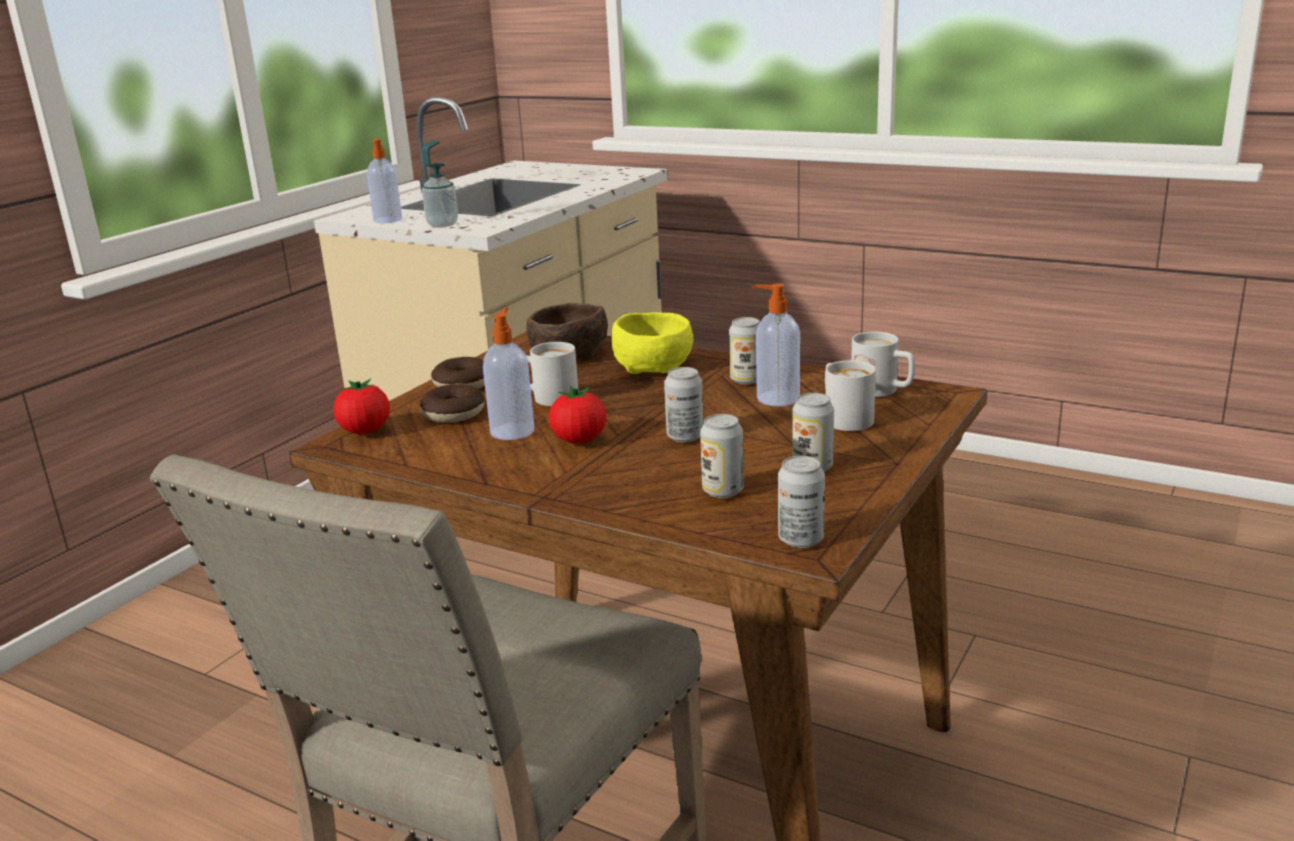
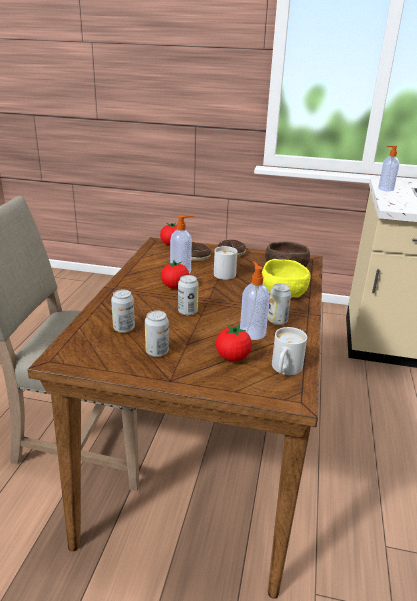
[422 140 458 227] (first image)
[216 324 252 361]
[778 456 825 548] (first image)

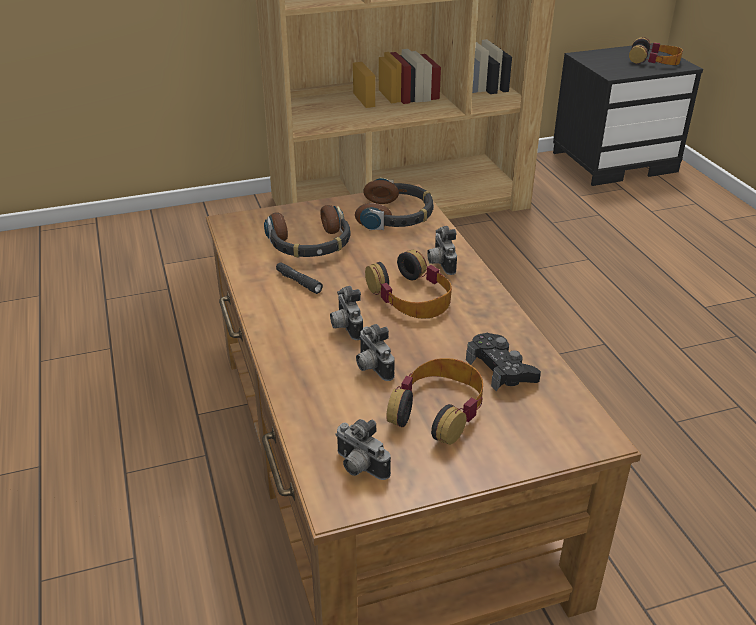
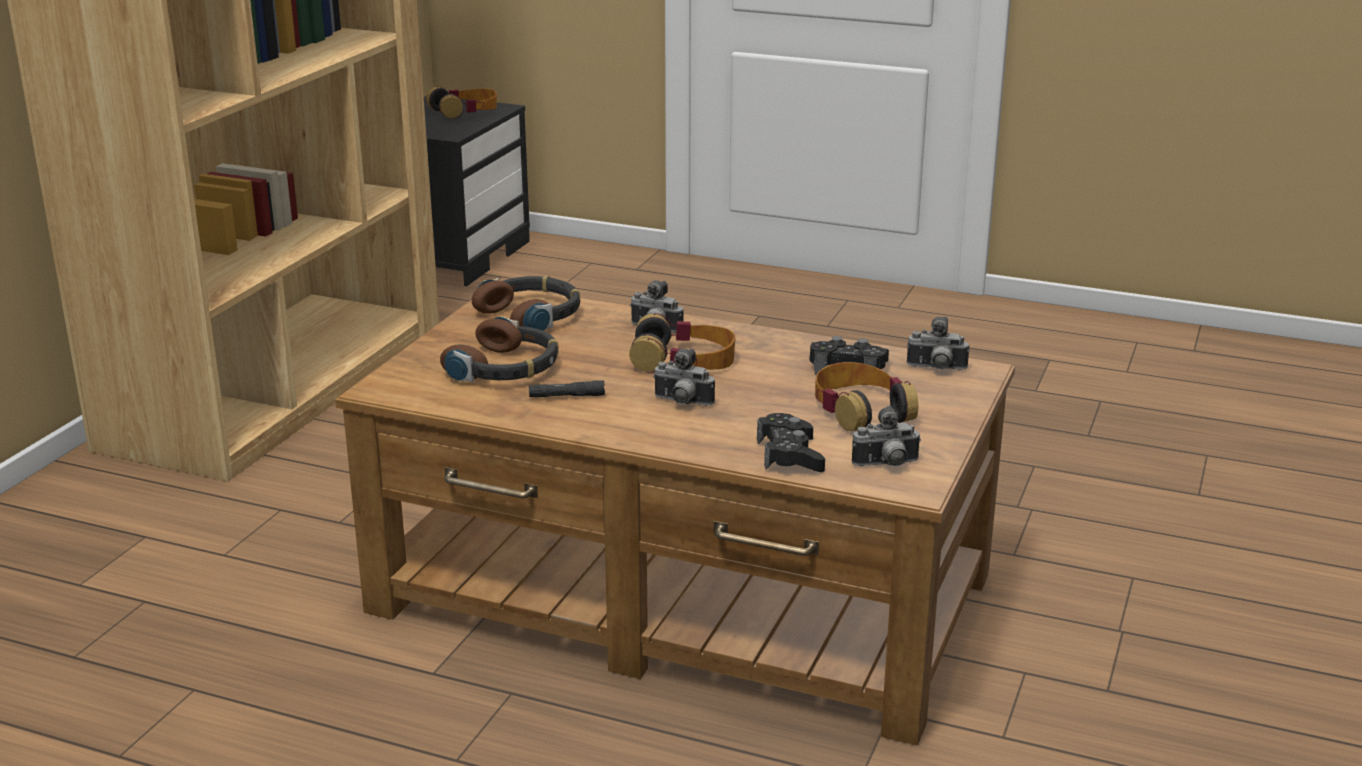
[907 316 969 370]
[757 413 825 472]

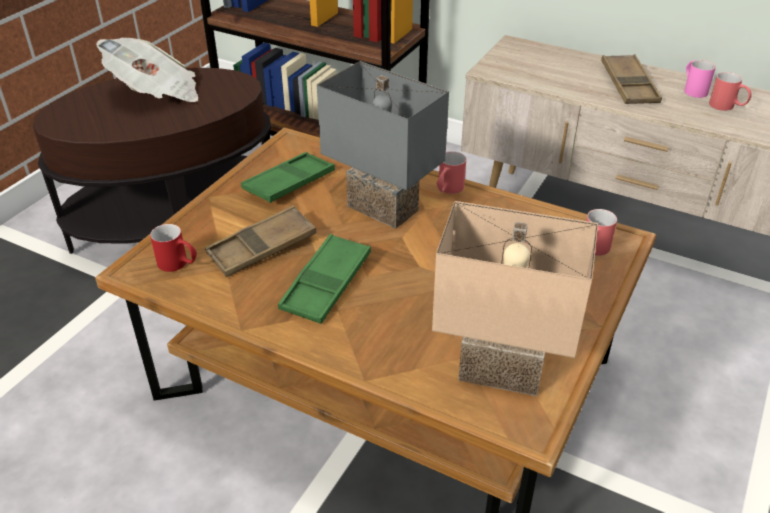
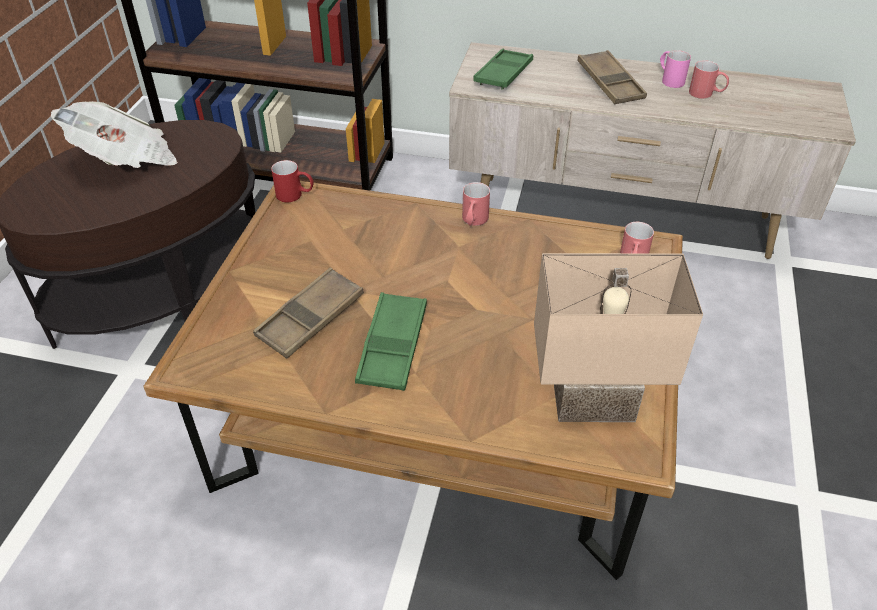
[317 61 449 229] (first image)
[474 49 533 90]
[271 160 314 202]

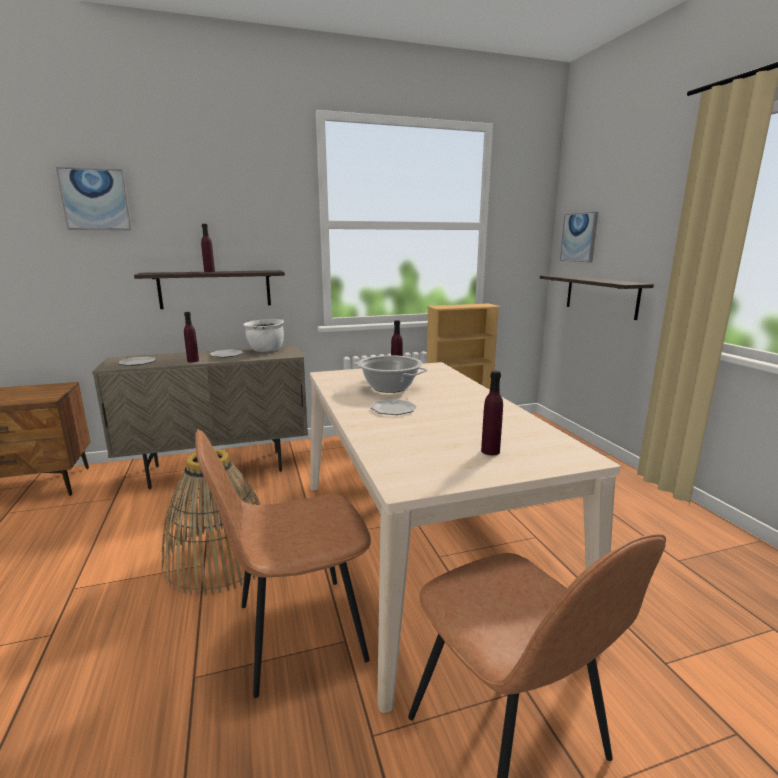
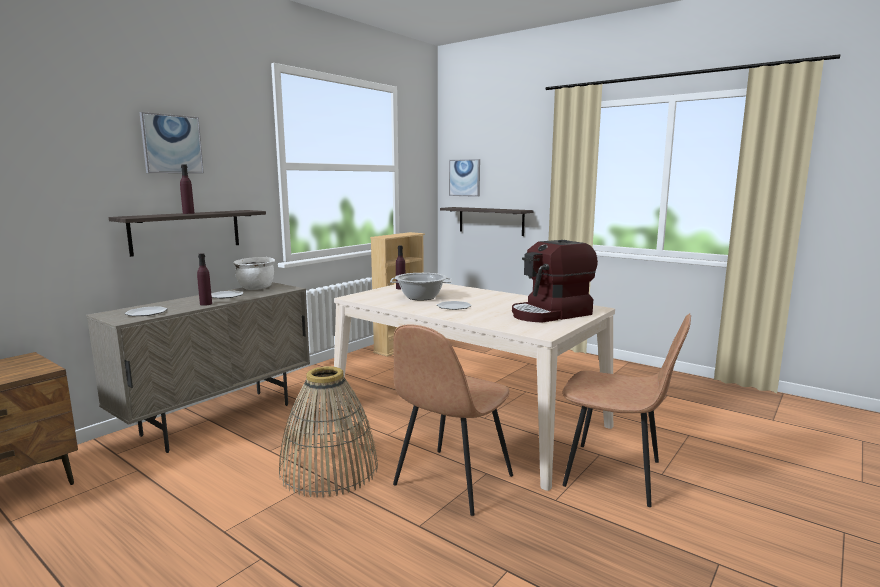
[140 112 204 174]
[512 240 598 323]

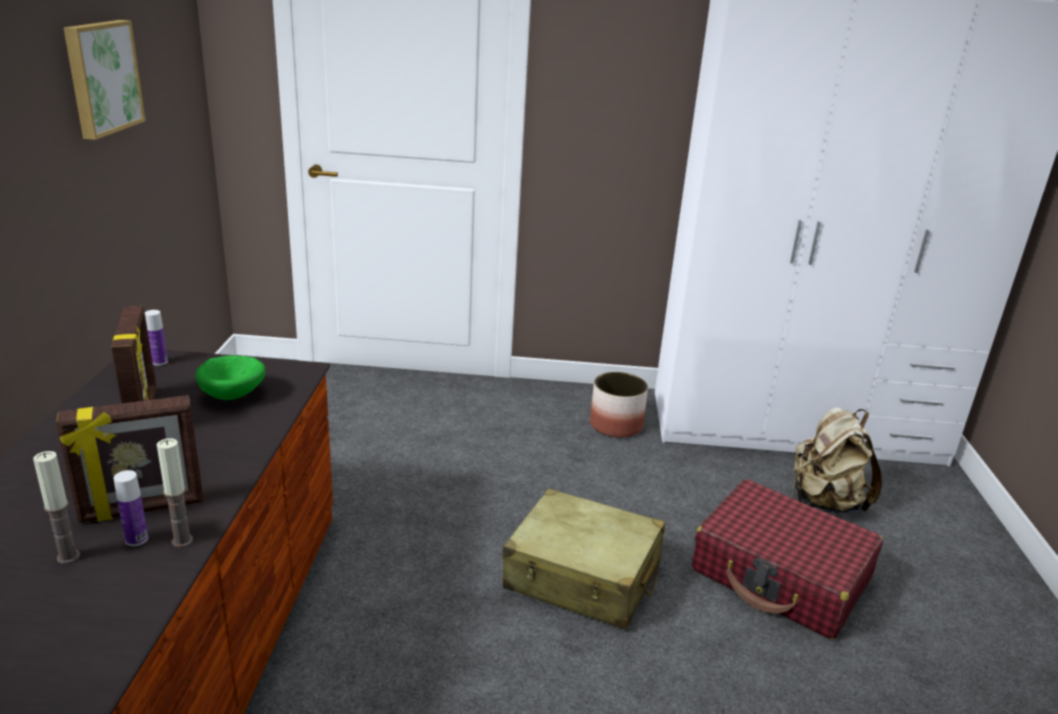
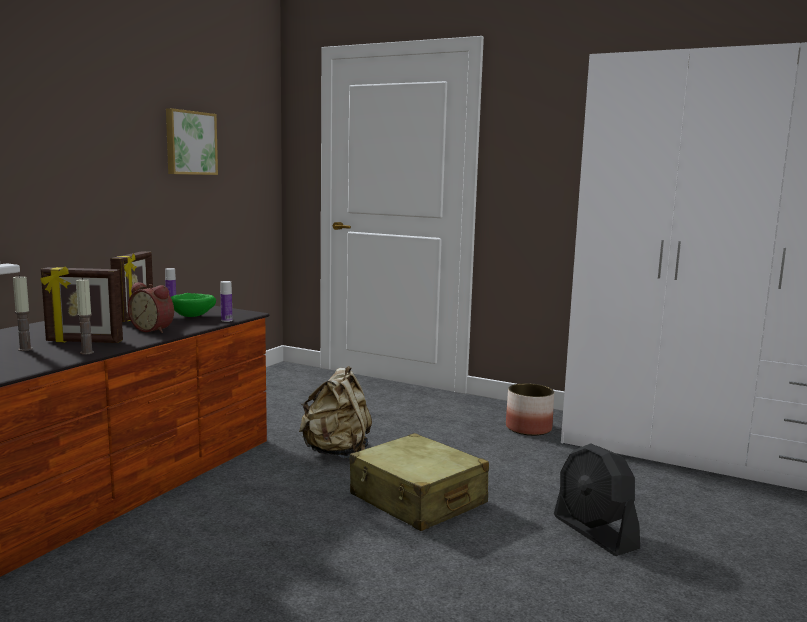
[299 366 372 458]
[221 281 232 322]
[554 443 640 556]
[128 282 174 333]

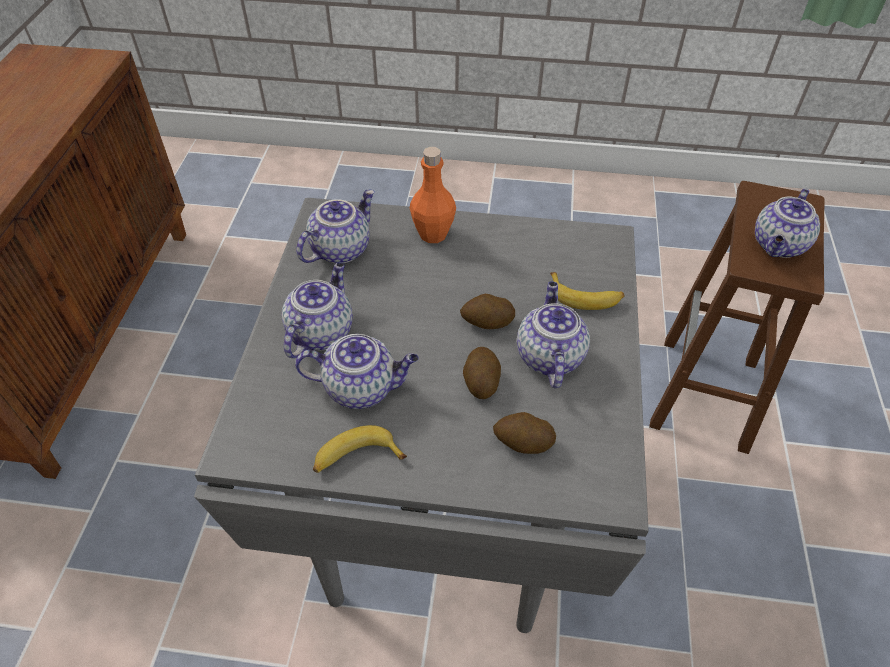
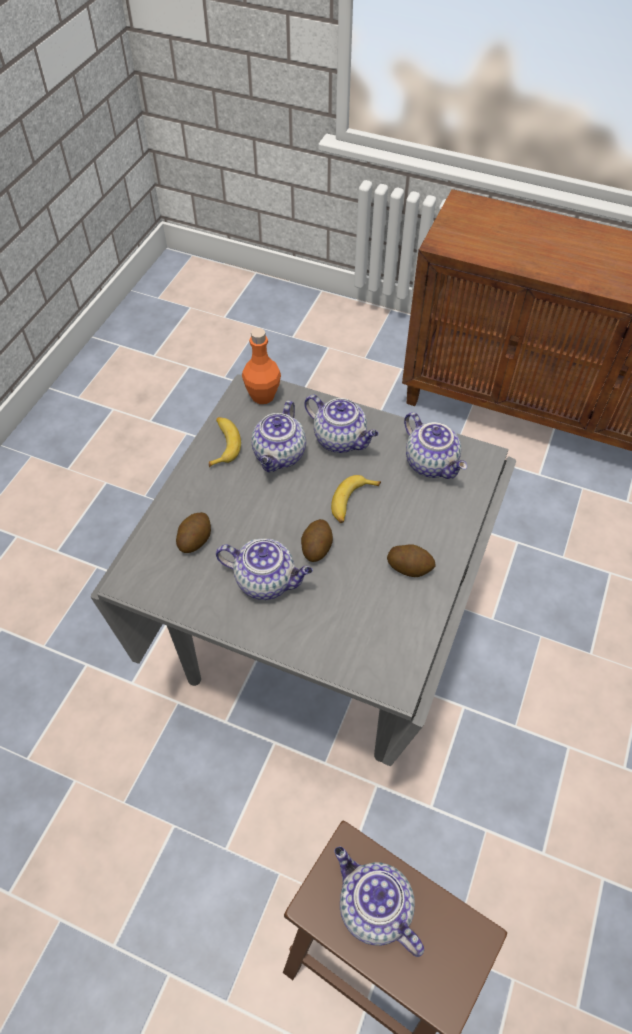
[242 328 281 404]
[331 475 381 523]
[387 544 435 577]

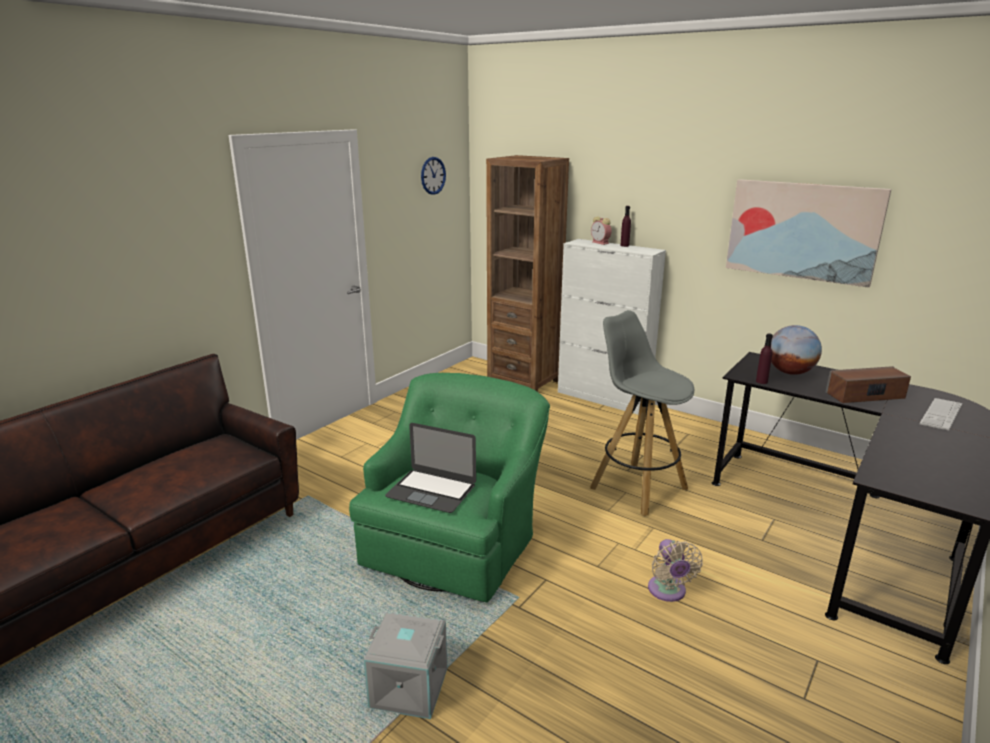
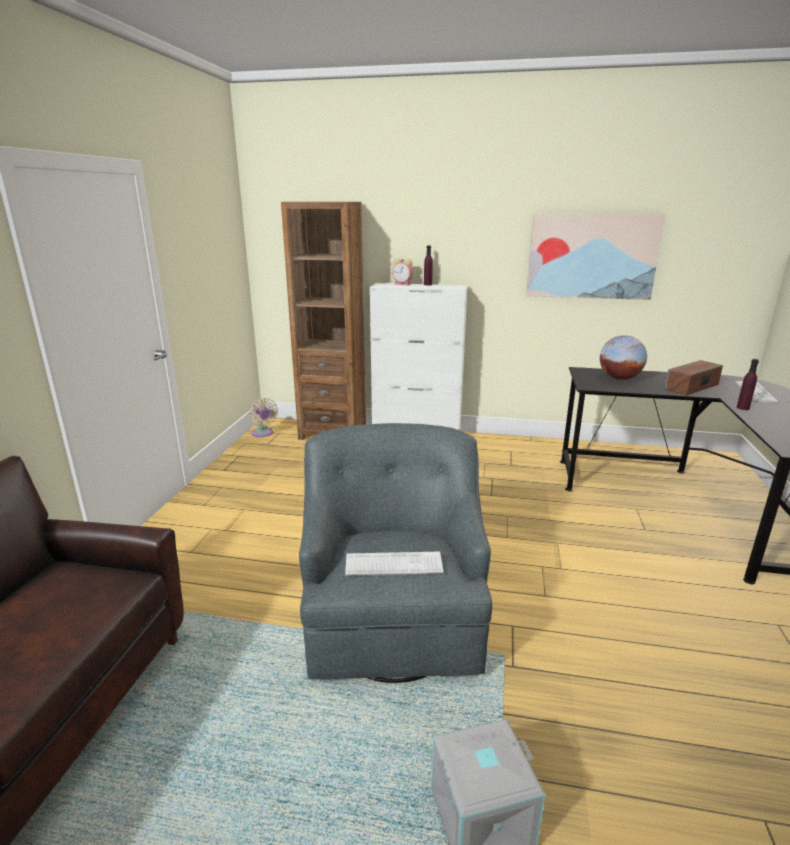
[421 157 446 195] (first image)
[590 310 694 516] (first image)
[737 359 759 410]
[299 423 492 683]
[345 551 444 576]
[249 398 278 437]

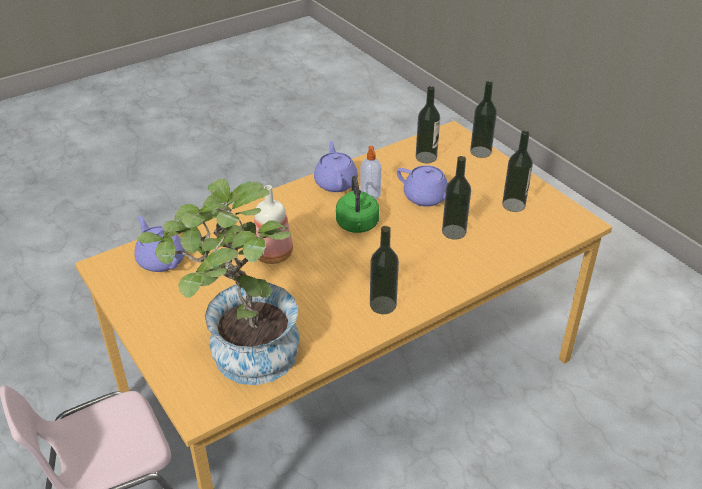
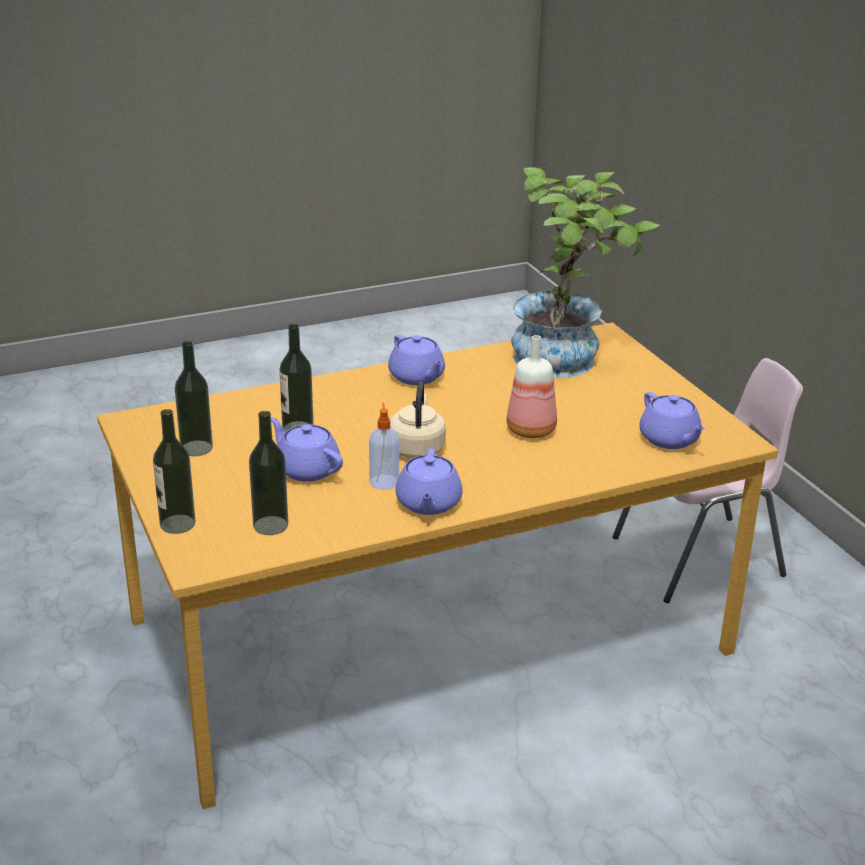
[390 382 446 458]
[388 335 445 385]

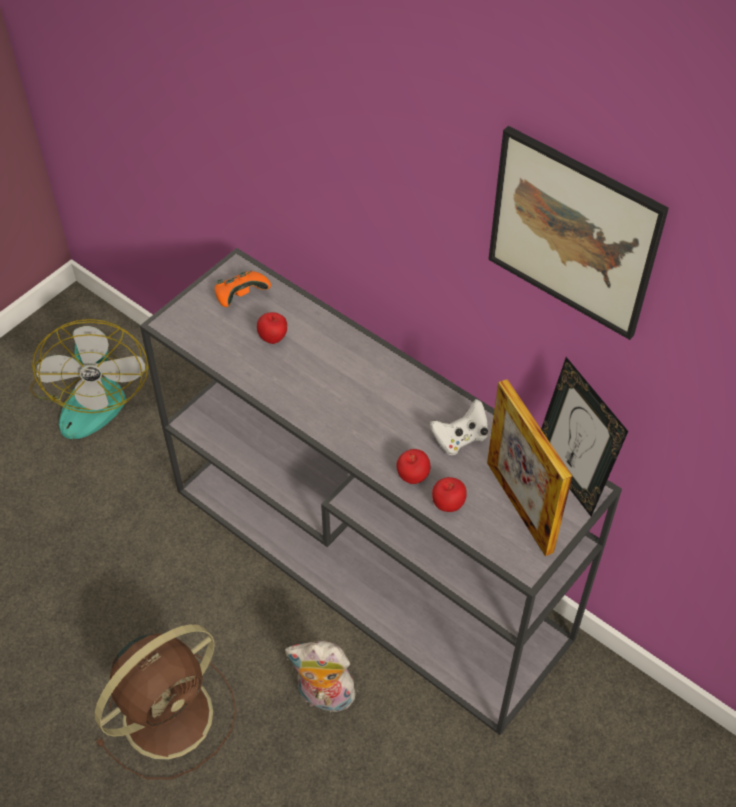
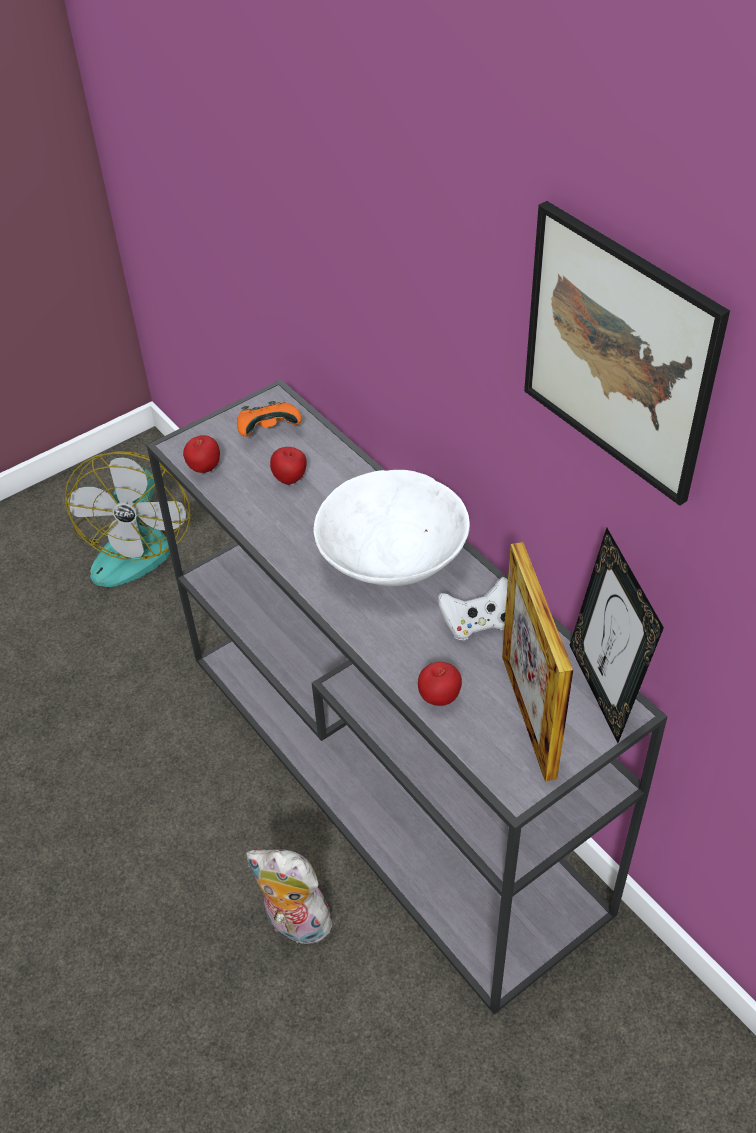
[183 435 220 473]
[95 624 237 779] (first image)
[313 470 470 586]

